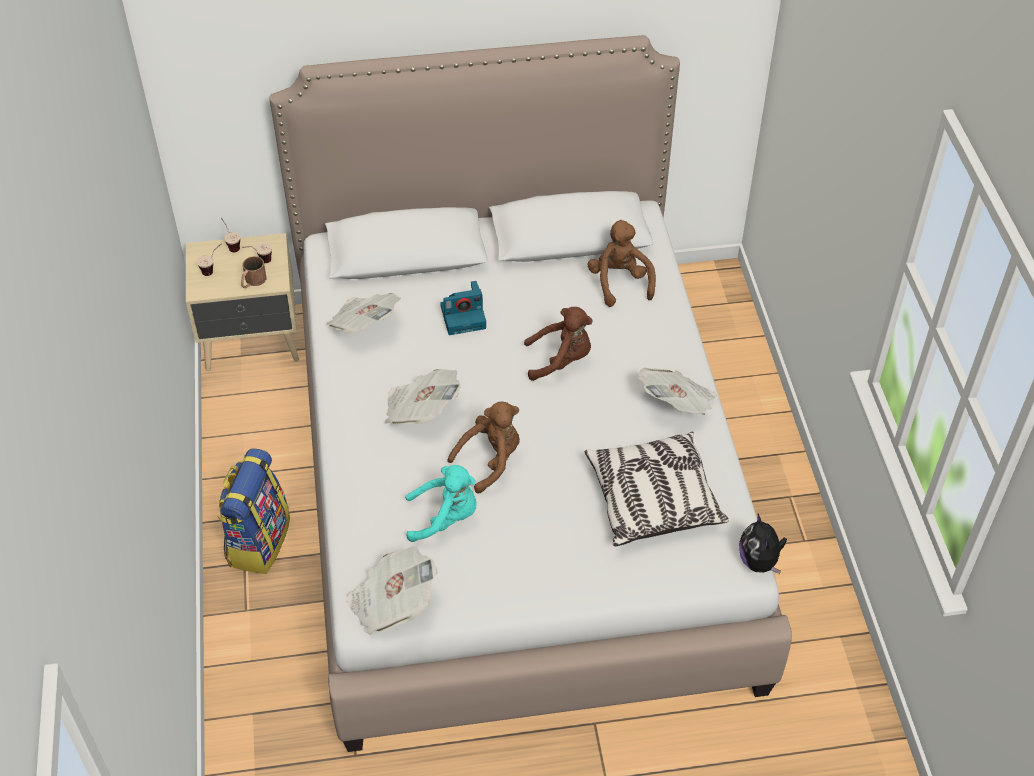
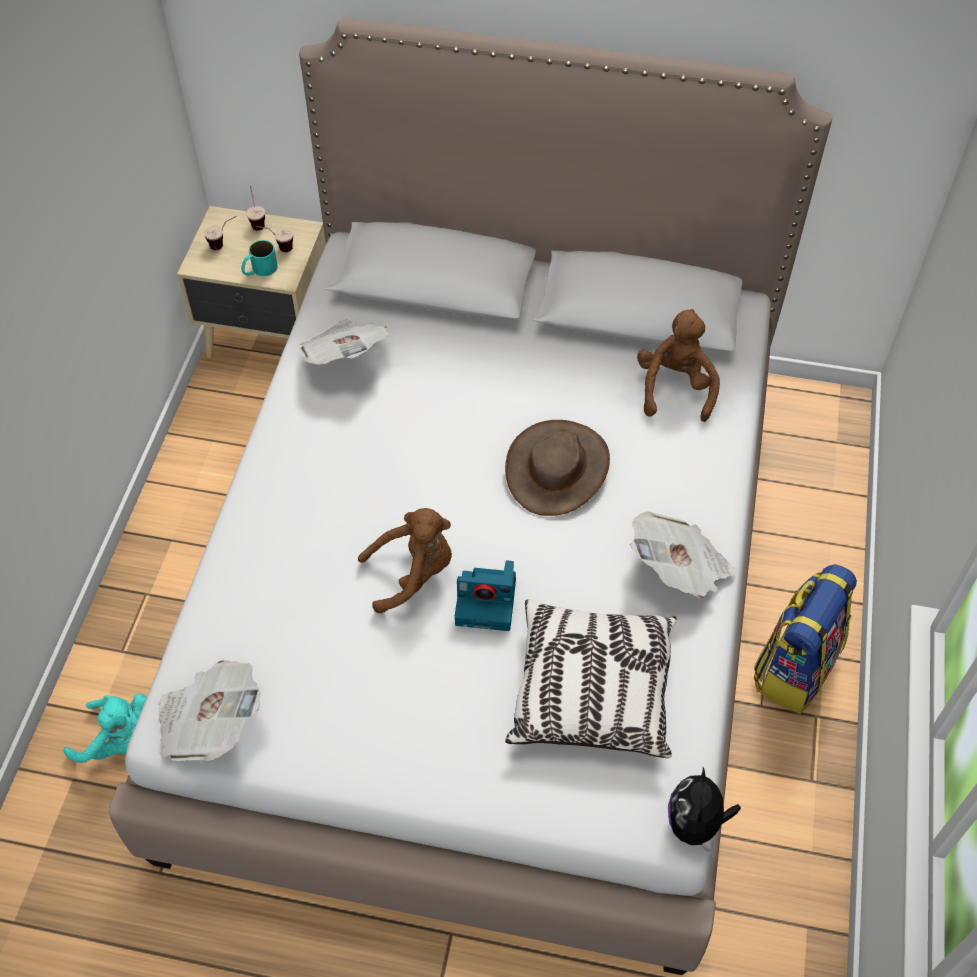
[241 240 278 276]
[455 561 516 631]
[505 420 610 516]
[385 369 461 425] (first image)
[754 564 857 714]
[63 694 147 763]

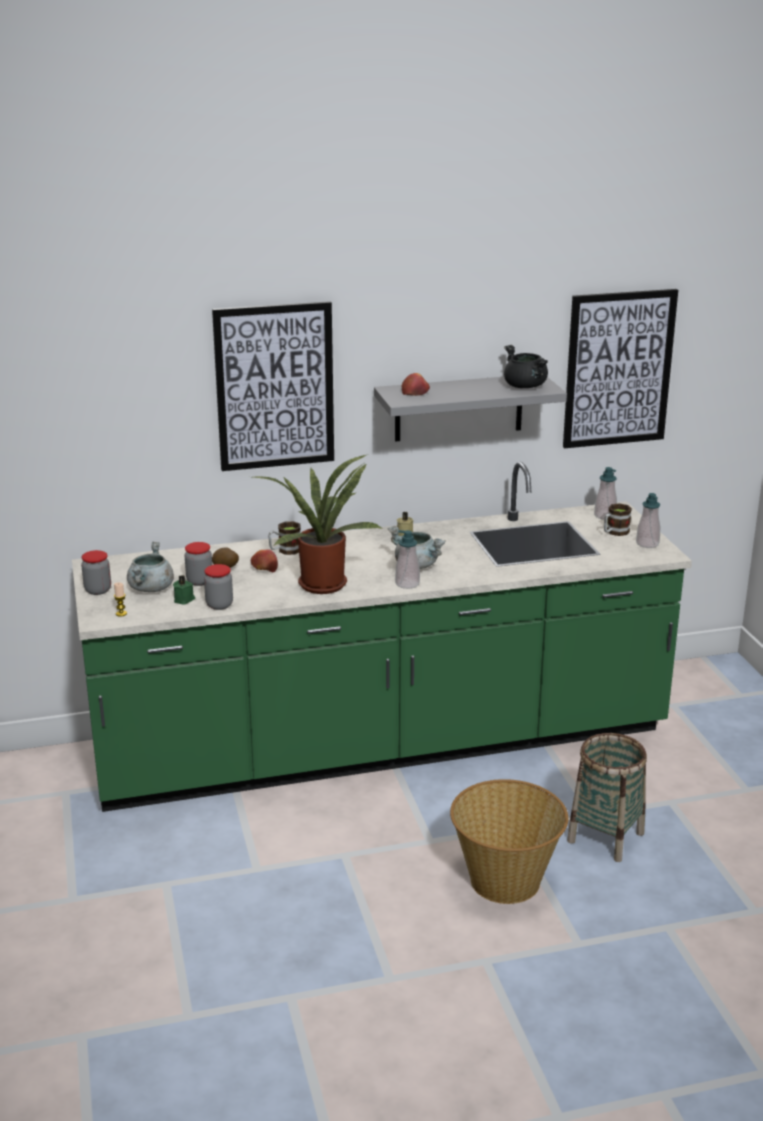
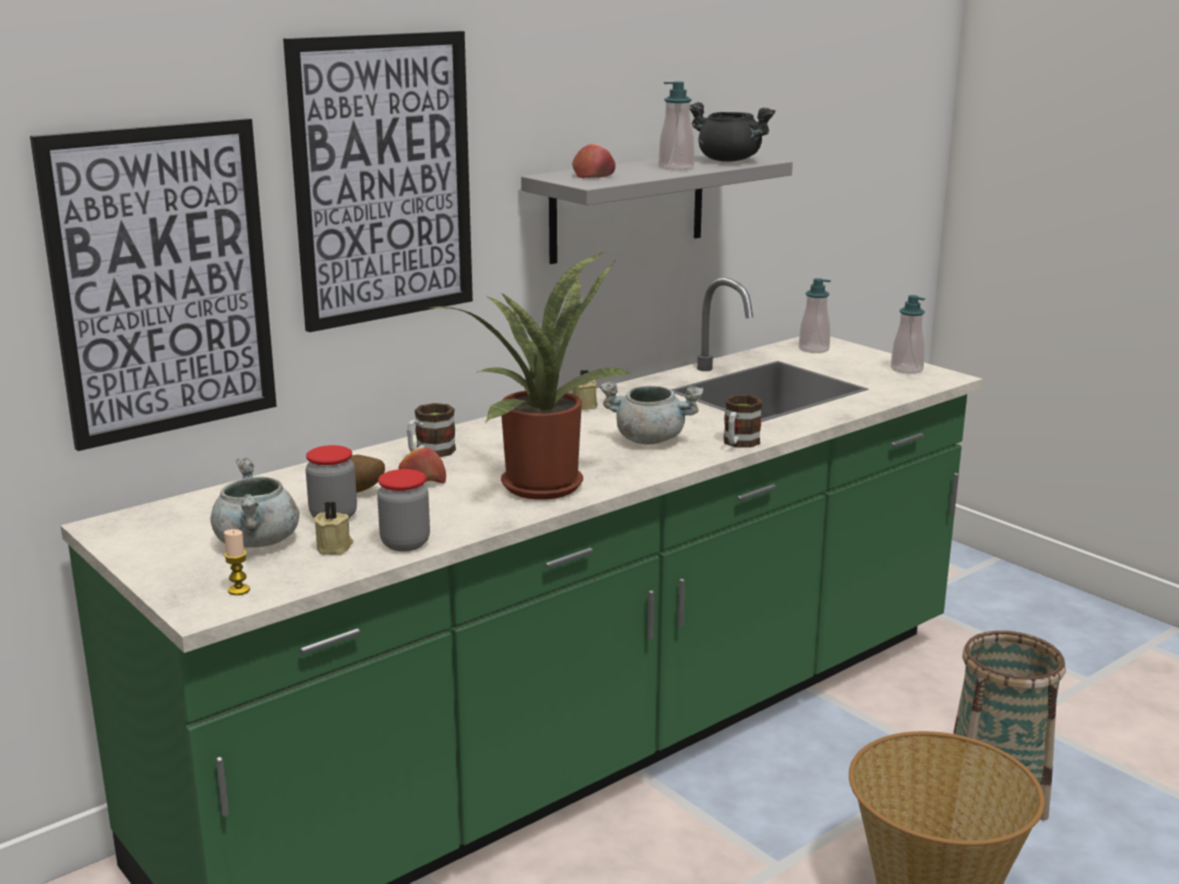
[30 118 277 451]
[723 395 762 448]
[659 82 694 171]
[81 550 111 595] (first image)
[314 501 353 555]

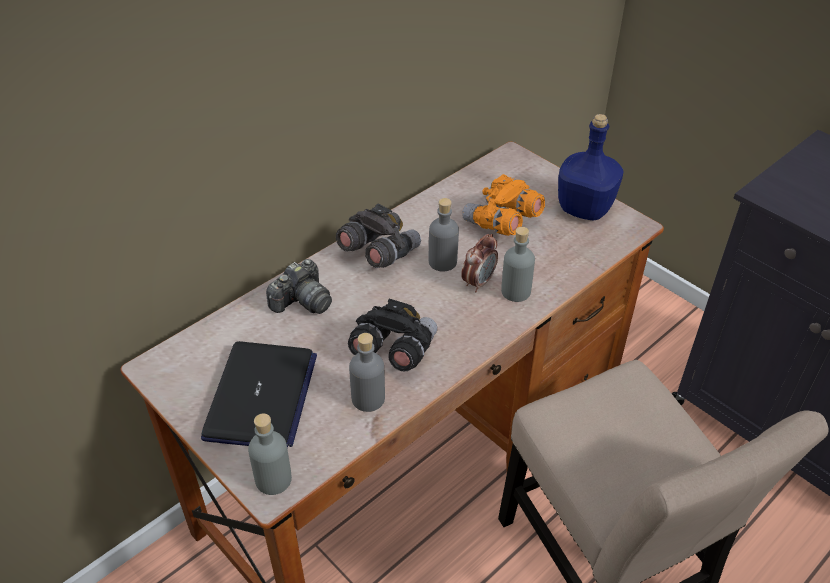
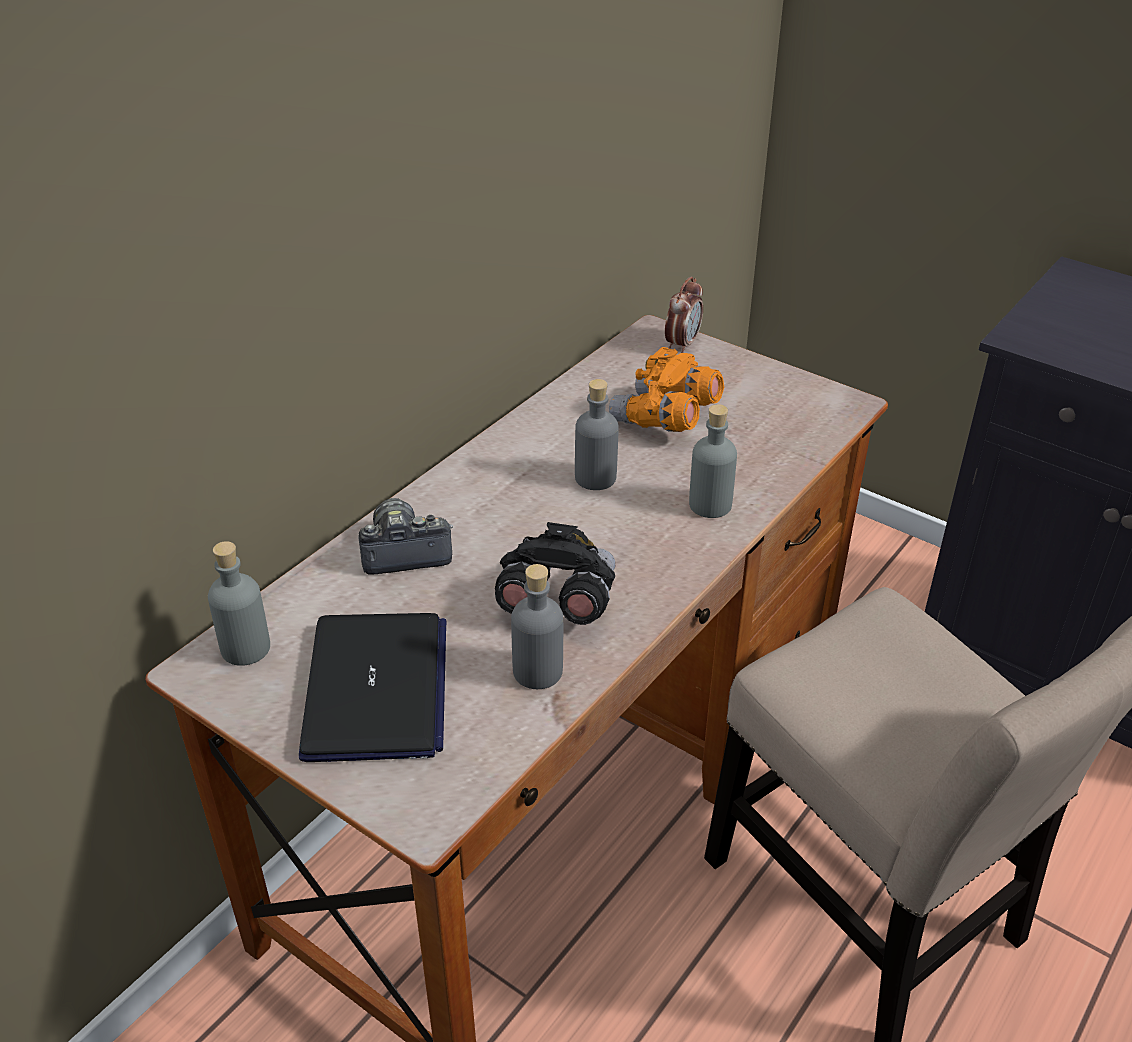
[558 114 624 220] (first image)
[336 204 421 268] (first image)
[665 277 703 353]
[358 498 453 575]
[208 541 270 666]

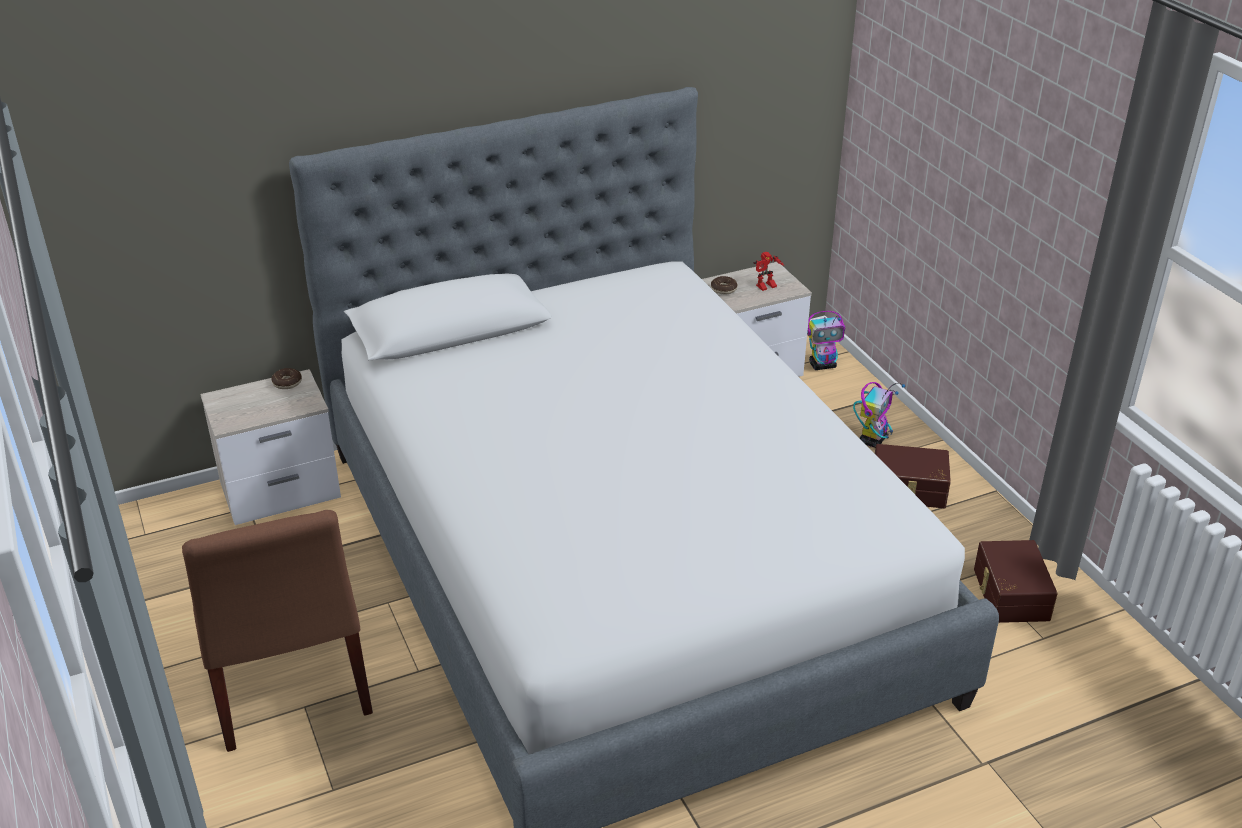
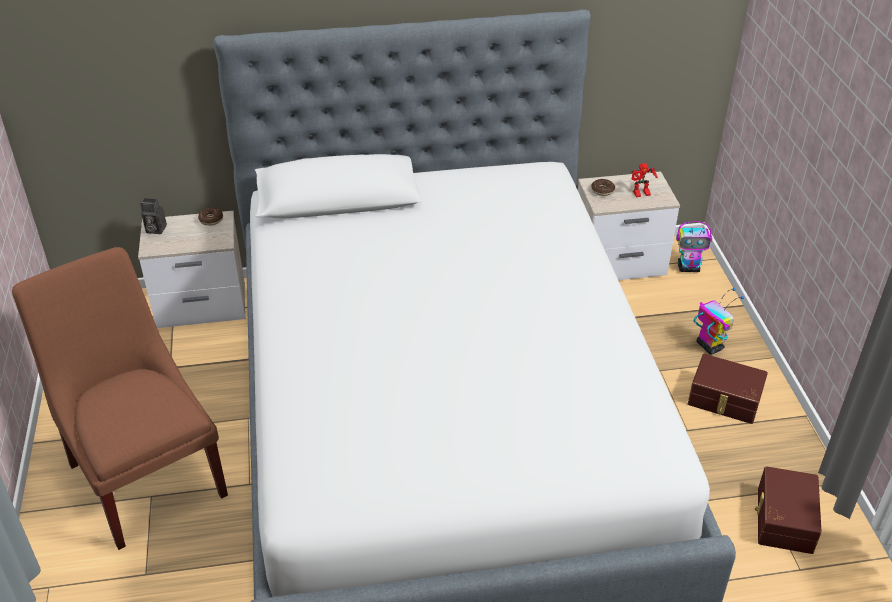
[694 288 744 355]
[12 247 228 550]
[140 198 167 234]

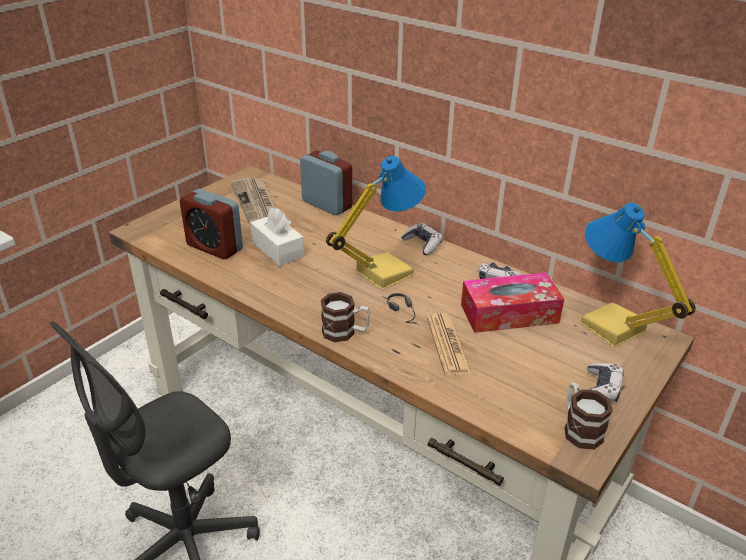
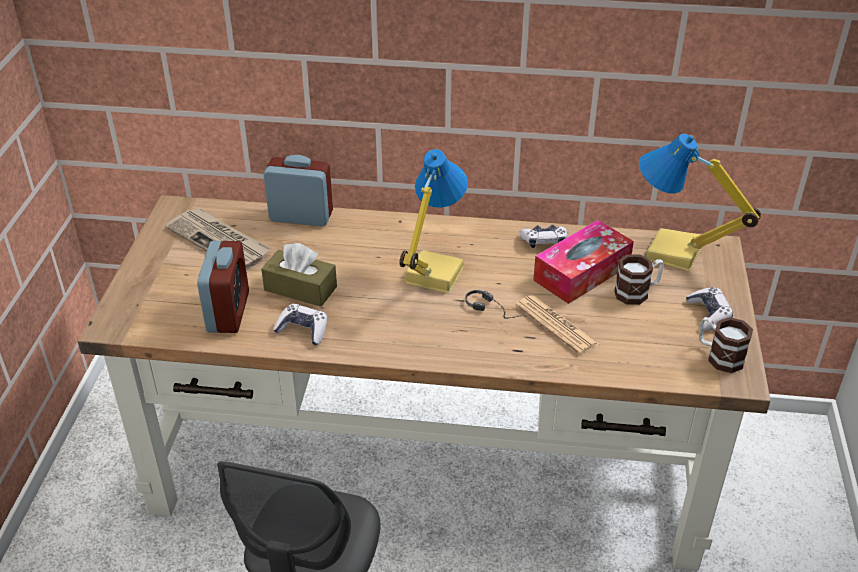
[197 241 249 333]
[261 243 337 307]
[273 304 327 345]
[614 254 664 305]

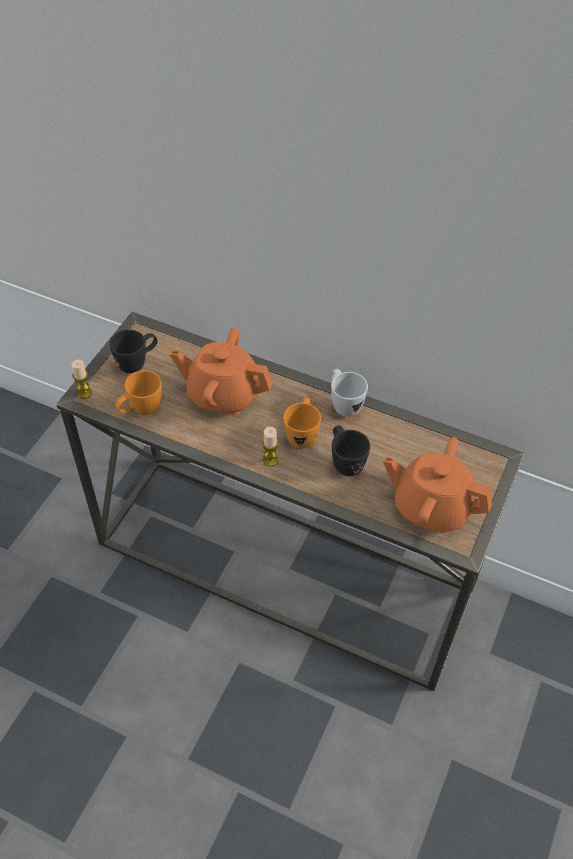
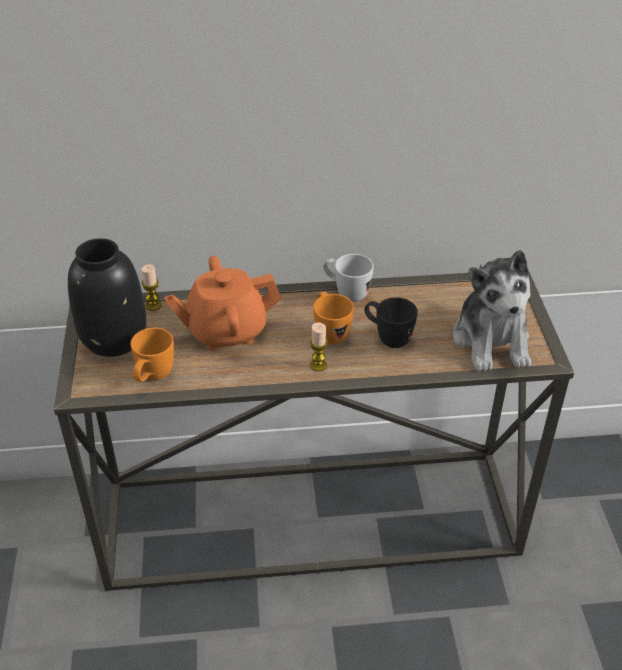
[68 238 146 357]
[141 264 162 311]
[453 250 531 372]

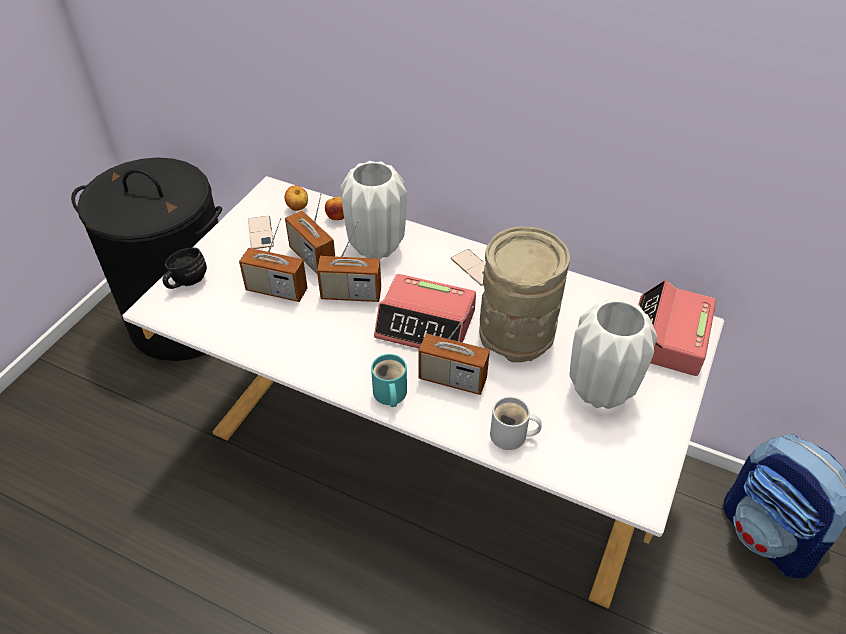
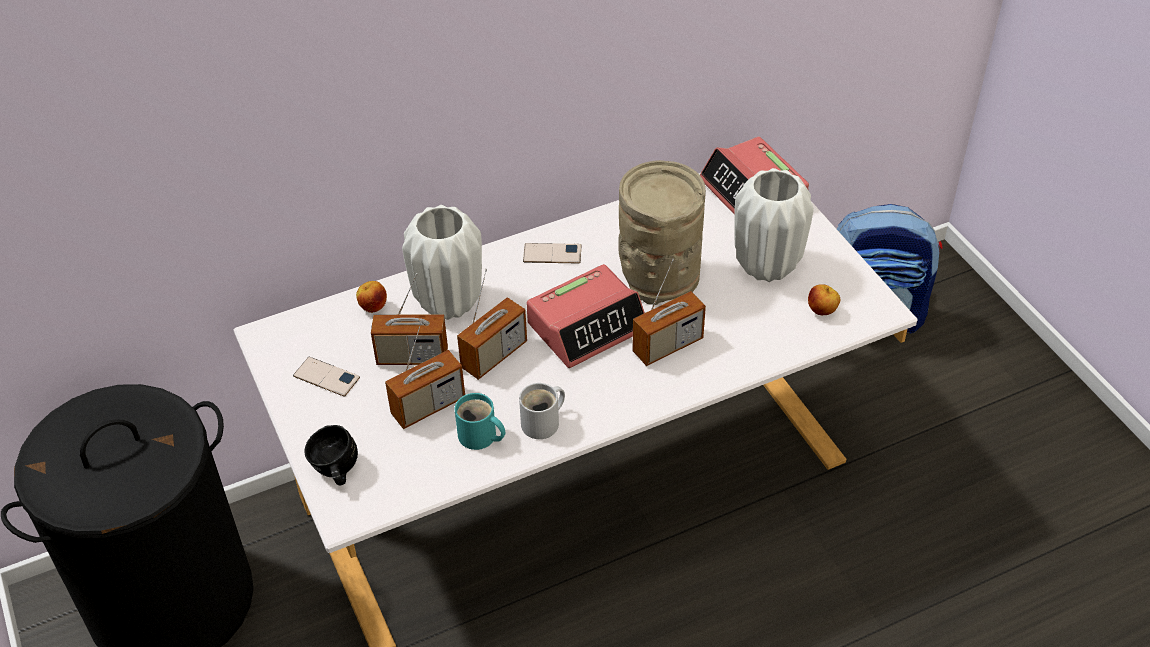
[808 284 840 315]
[455 393 505 450]
[519 383 565 439]

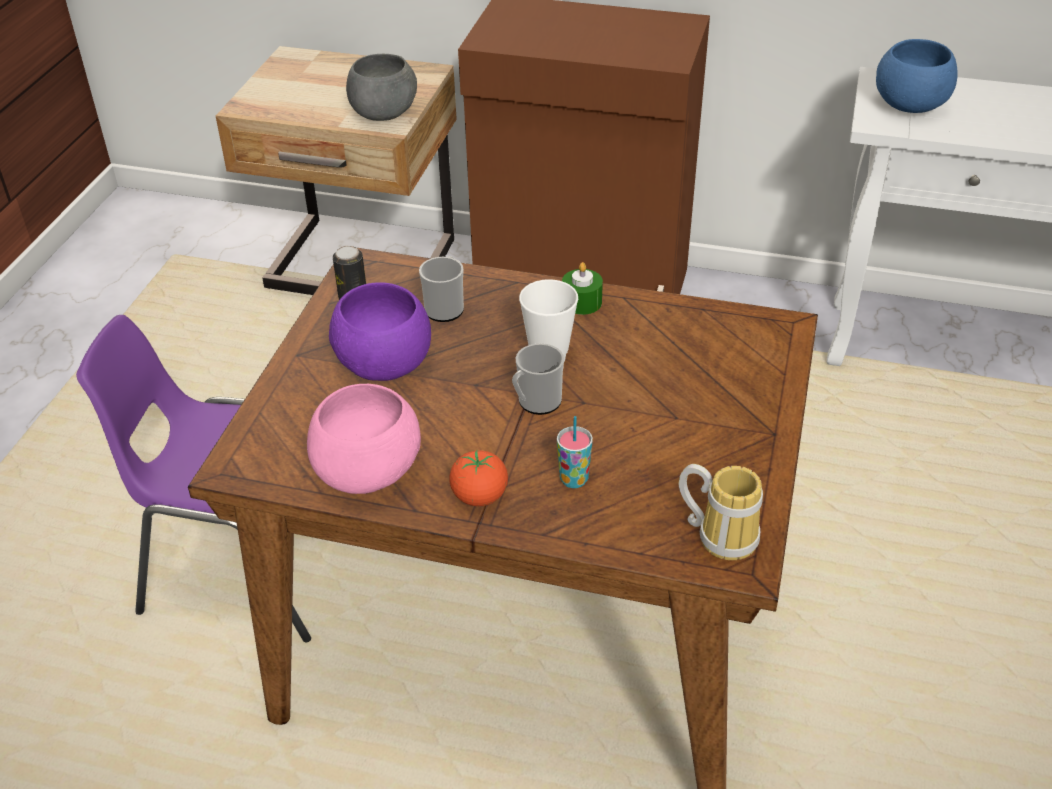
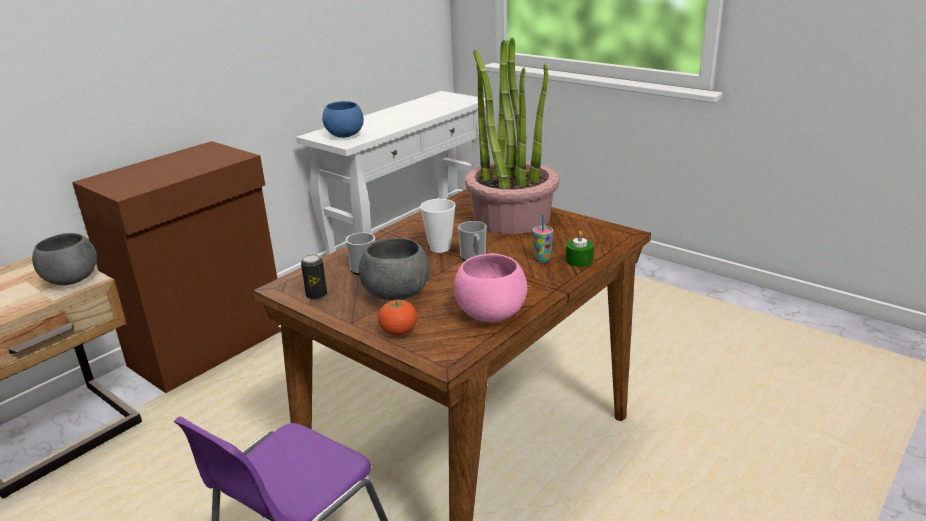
[566 231 594 267]
[359 238 430 300]
[378 299 417 336]
[679 464 763 560] (first image)
[465 37 559 234]

